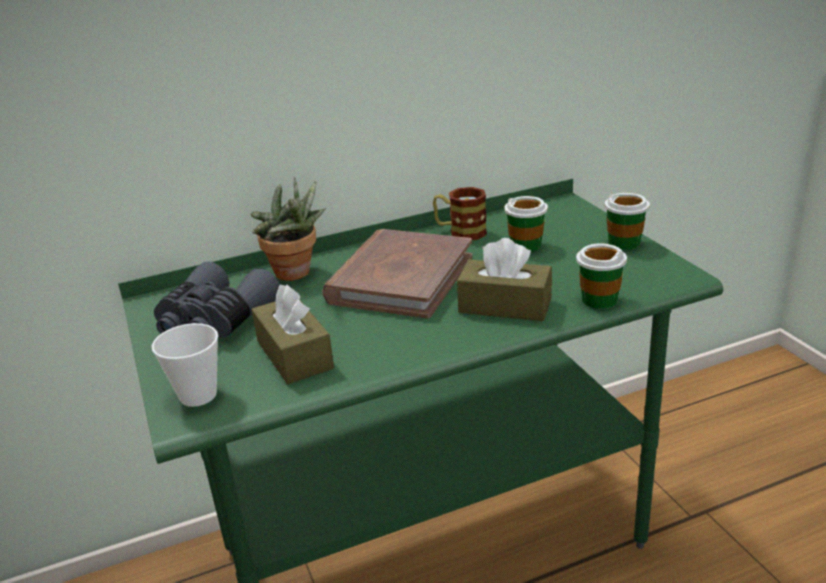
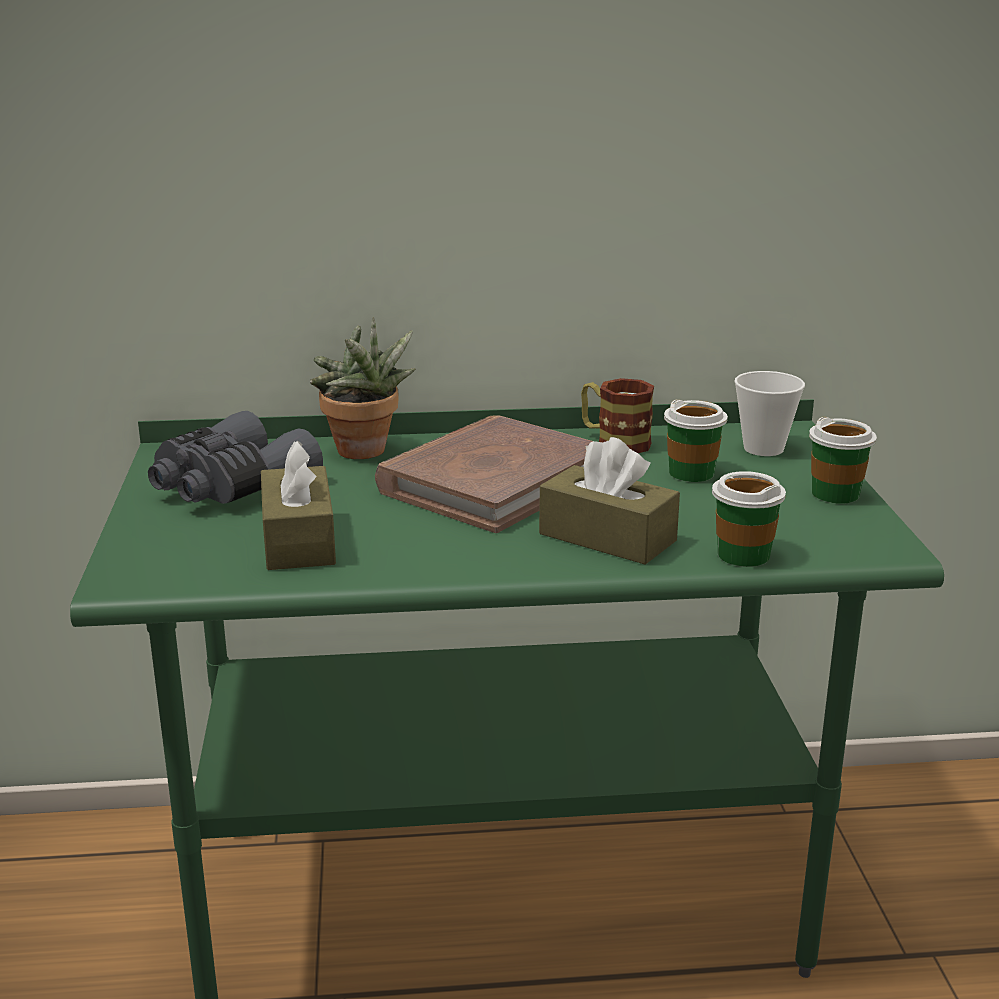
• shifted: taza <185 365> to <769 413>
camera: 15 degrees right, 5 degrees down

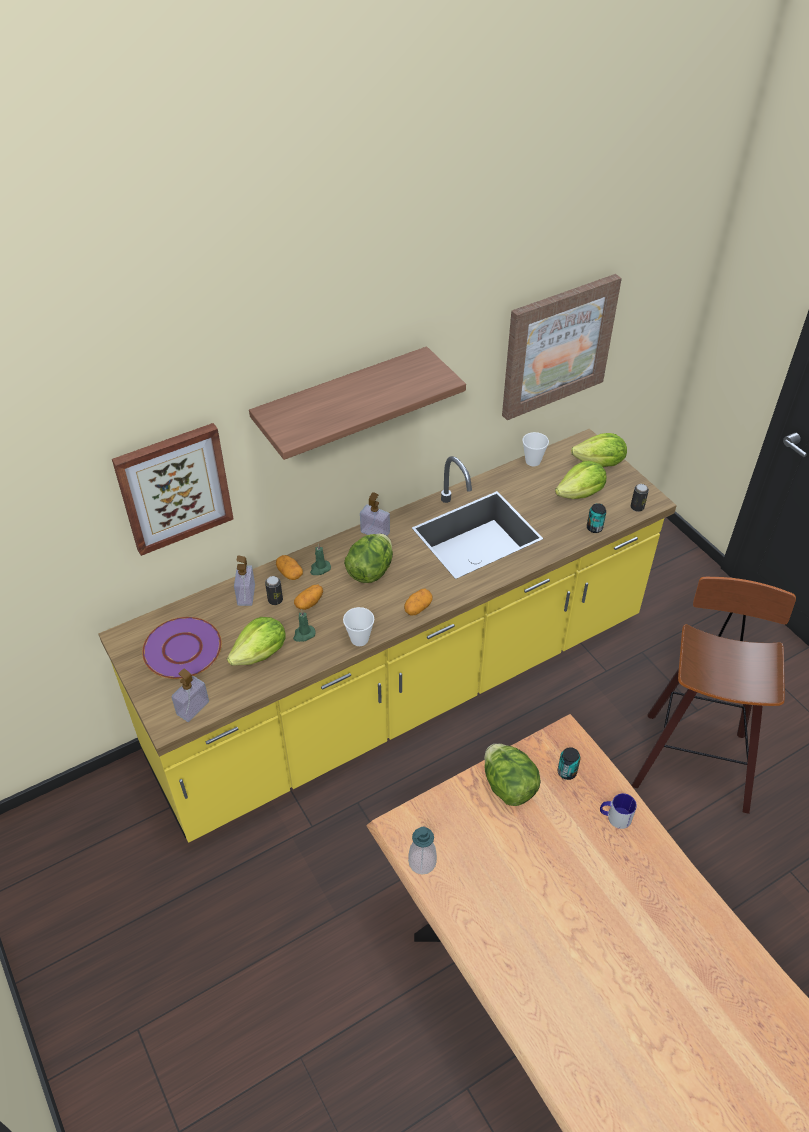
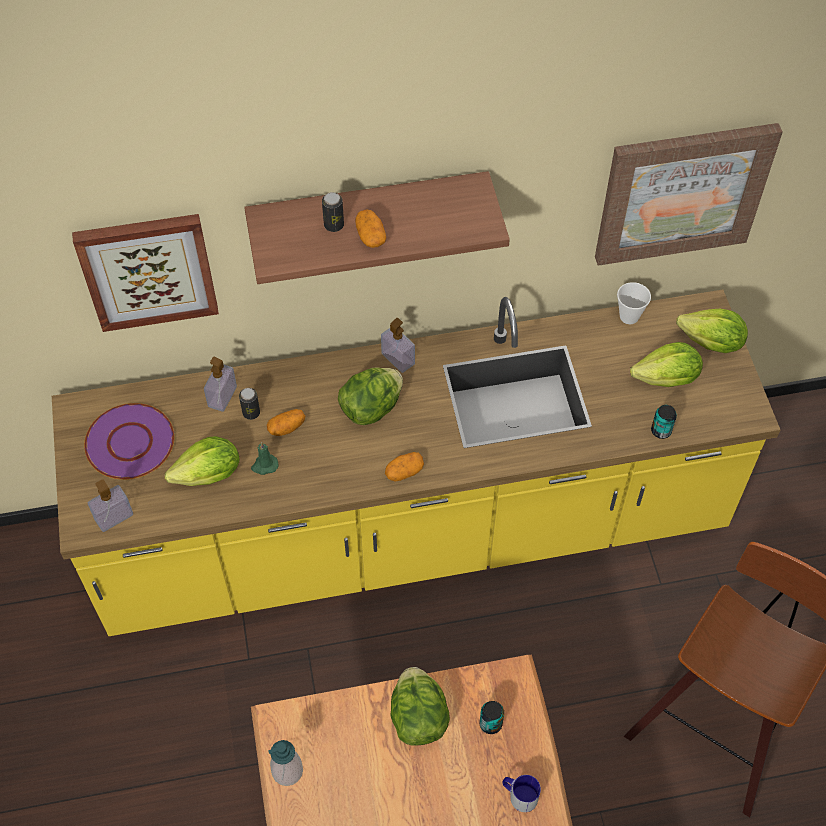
• gone: vela [verde] <320 559>
• gone: taza <358 626>
• shifted: patata <289 567> to <370 229>
• shifted: lata <640 498> to <333 212>
camera: 20 degrees right, 10 degrees up

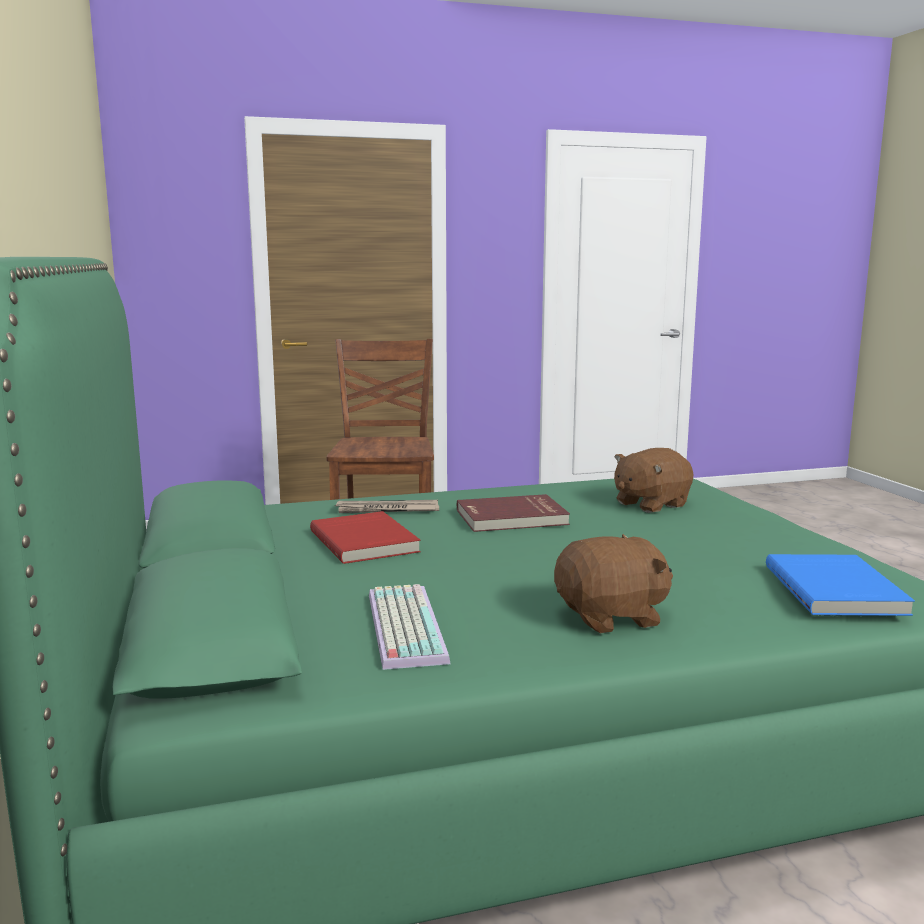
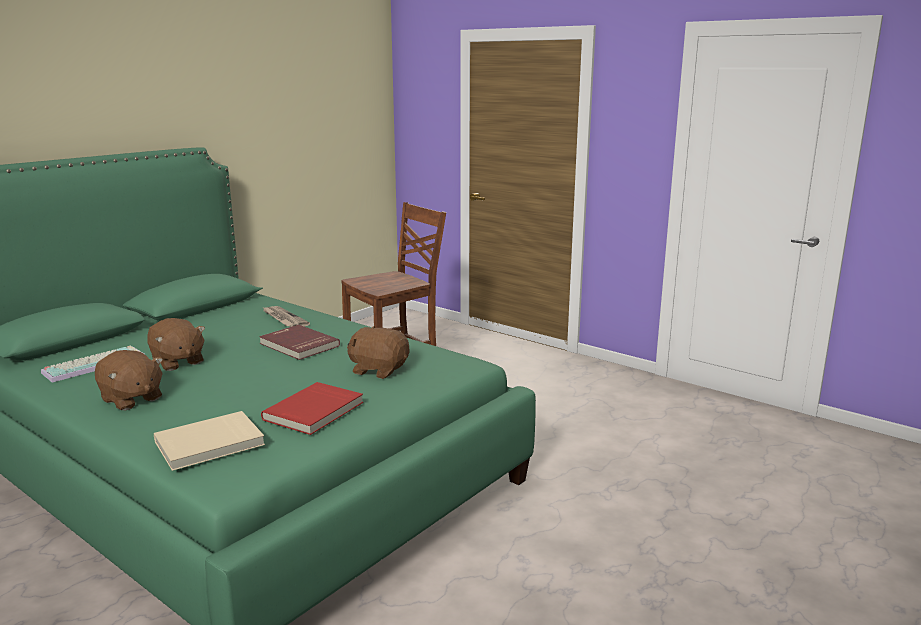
• new: peluche [marrón] <176 344>
• shifted: libro [rojo] <365 537> to <312 408>
• repainted: libro [azul] <840 585> to libro [beis] <209 441>
camera: 55 degrees right, 5 degrees up

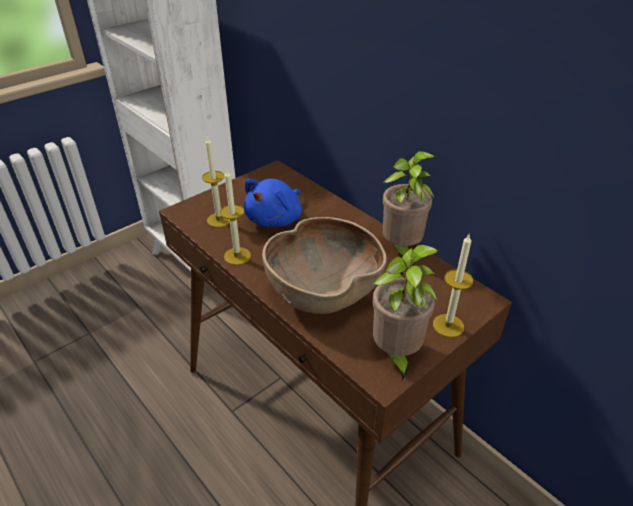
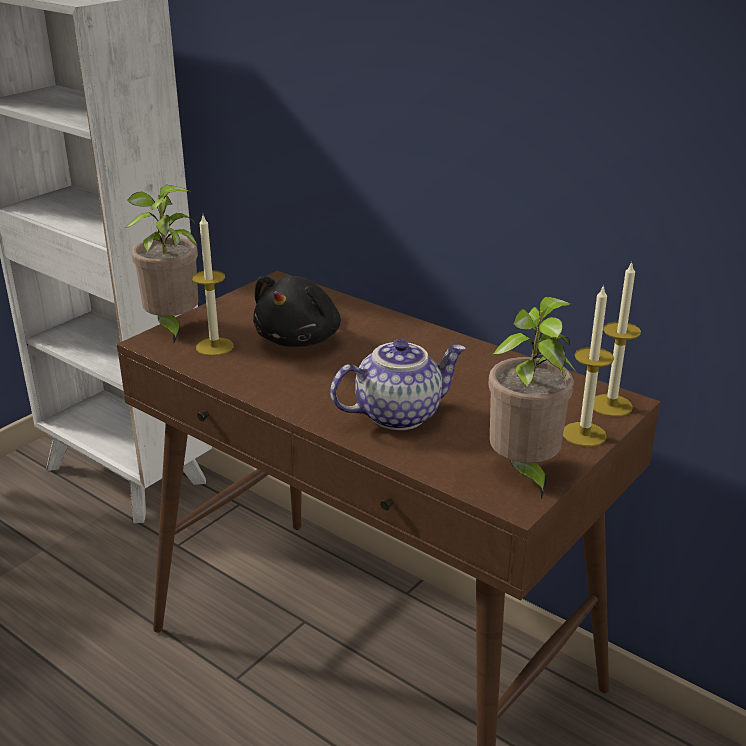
• shifted: vela <235 217> to <617 339>
• shifted: planta en maceta <409 203> to <161 264>
• swapped: cuenco [marrón] <324 265> to tetera <398 384>
• repainted: peluche [azul] <273 203> to peluche [negro] <297 311>
camera: 10 degrees left, 10 degrees down

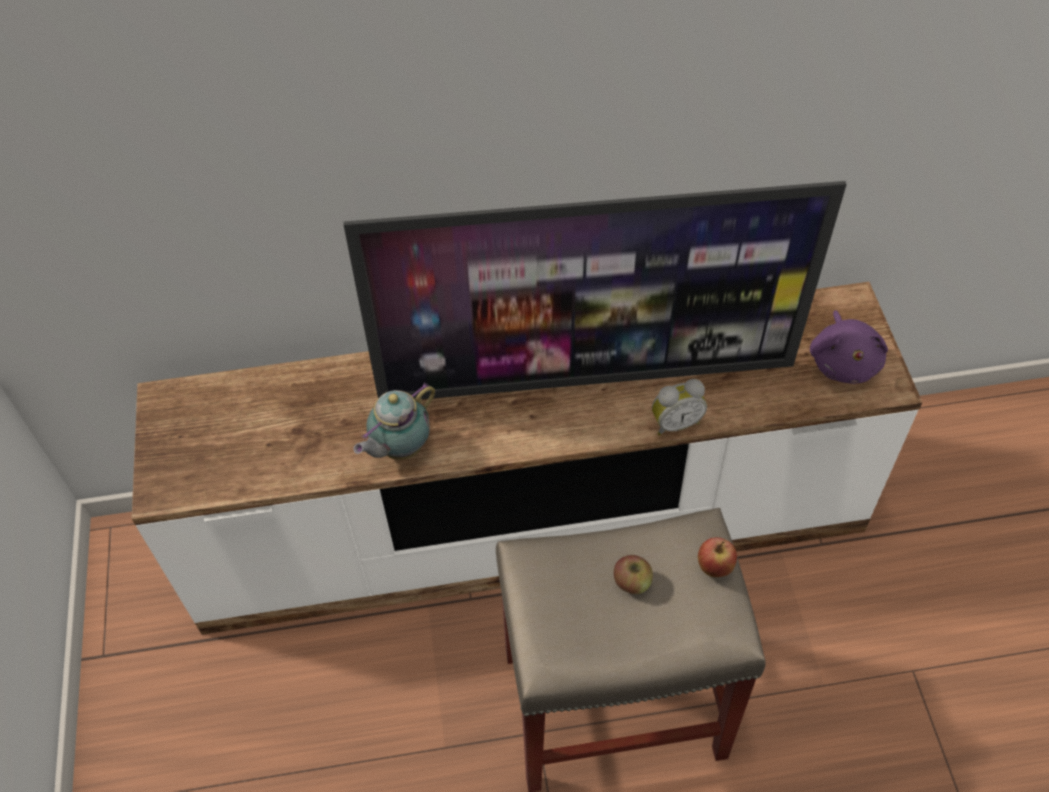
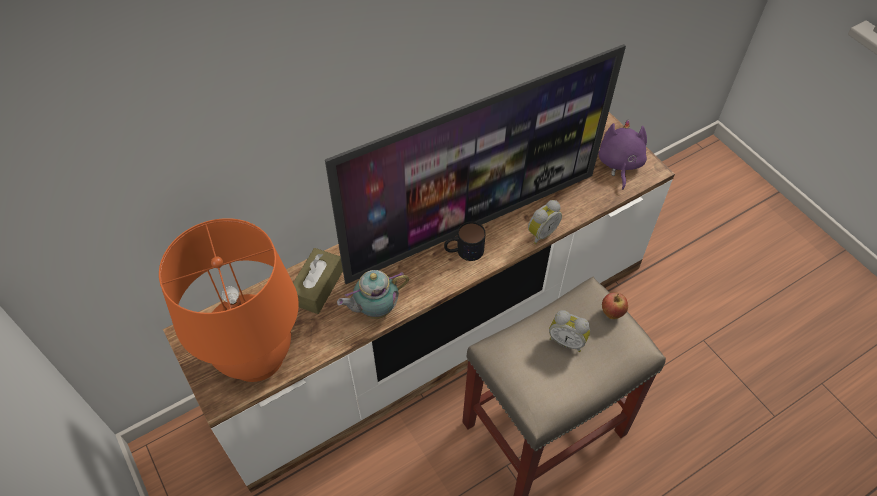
• new: lámpara de mesa [naranja] <229 300>
• new: caja de pañuelos [marrón] <318 281>
• new: taza grande <465 241>
• swapped: manzana <633 574> to despertador <569 331>
• rotated: tetera <394 421> = <373 294> 45 degrees clockwise
• rotated: peluche [morado] <849 347> = <622 155> 150 degrees counterclockwise
camera: 25 degrees left, 0 degrees up

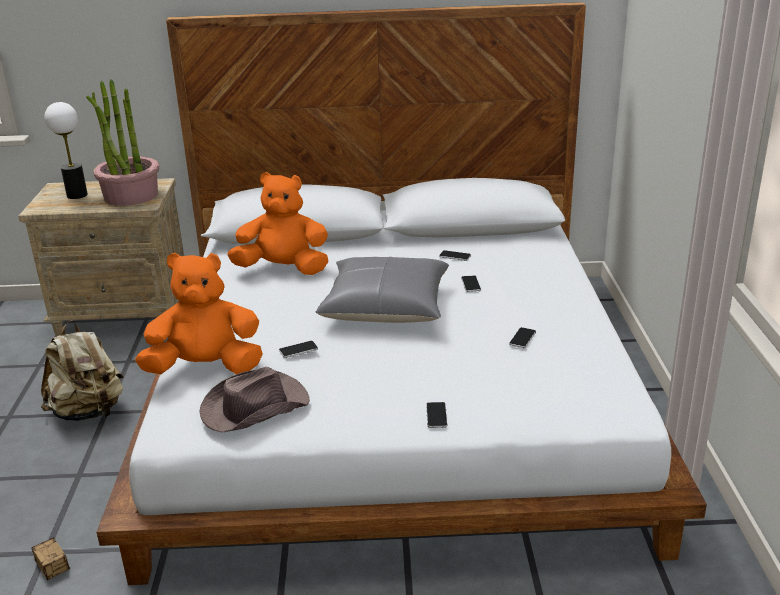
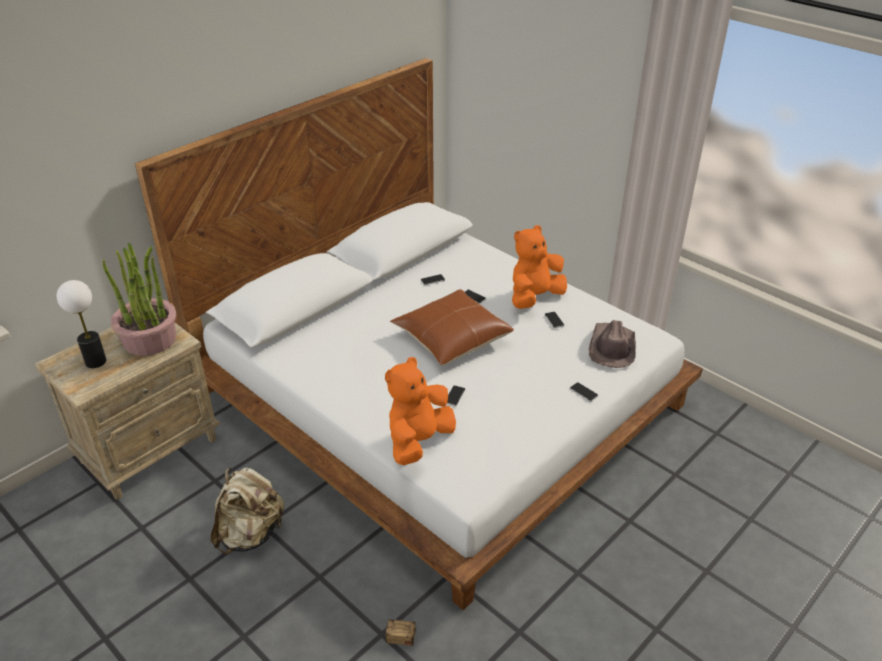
• shifted: sombrero [marrón] <254 400> to <612 344>
• shifted: peluche [naranja] <278 223> to <539 267>
• repainted: cojín [gris] <382 290> to cojín [marrón] <452 327>
camera: 45 degrees left, 10 degrees up

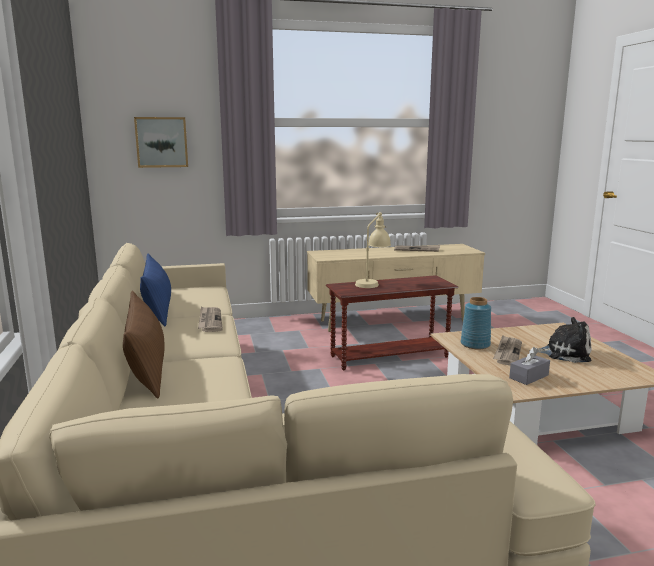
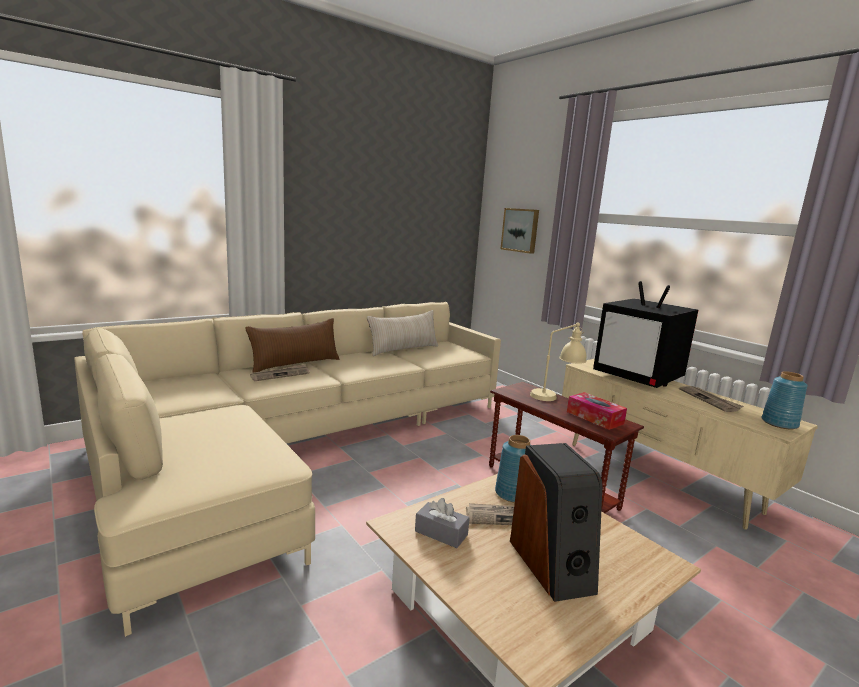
• new: caja de pañuelos <597 411>
• new: televisor <645 334>
• new: florero [azul] <784 400>
• shifted: periódico <210 319> to <280 372>
• swapped: peluche <560 340> to altavoz <556 522>
• repainted: cojín [azul] <155 290> to cojín [beis] <402 333>
camera: 65 degrees right, 0 degrees up

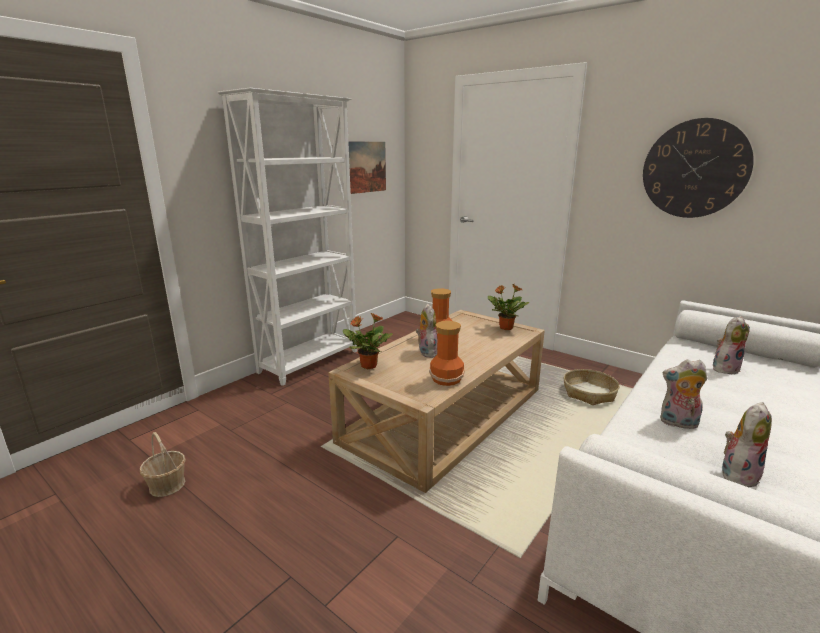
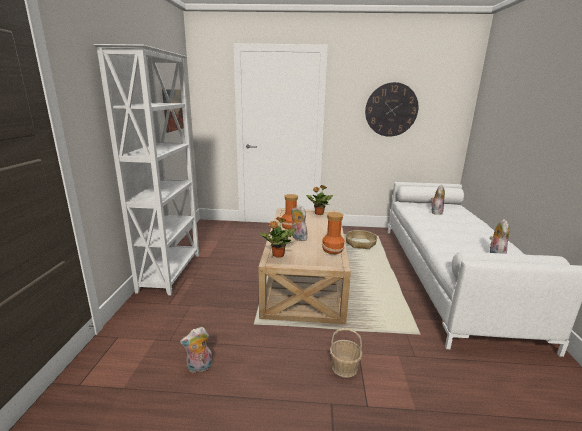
• shifted: cesta <163 464> to <346 353>
• shifted: peluche <684 394> to <196 350>
camera: 35 degrees left, 0 degrees up

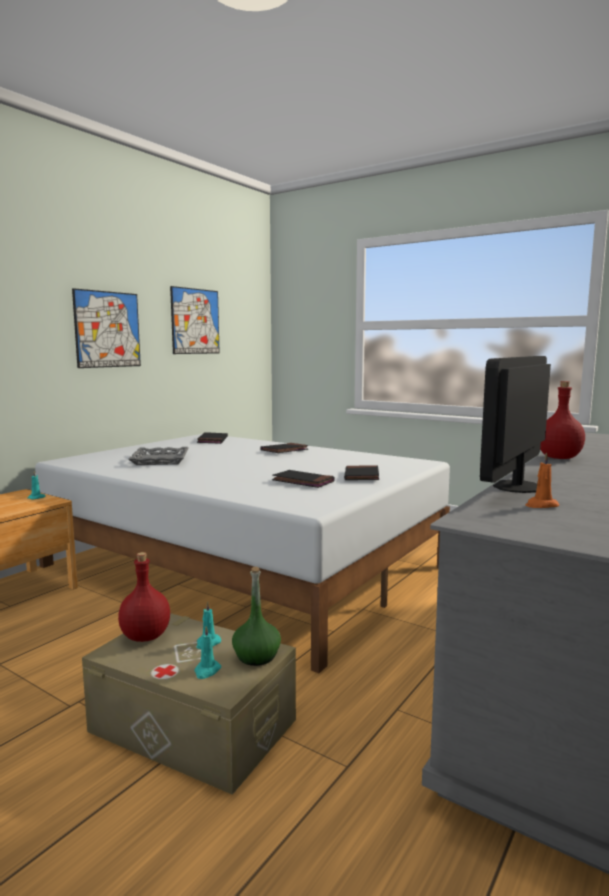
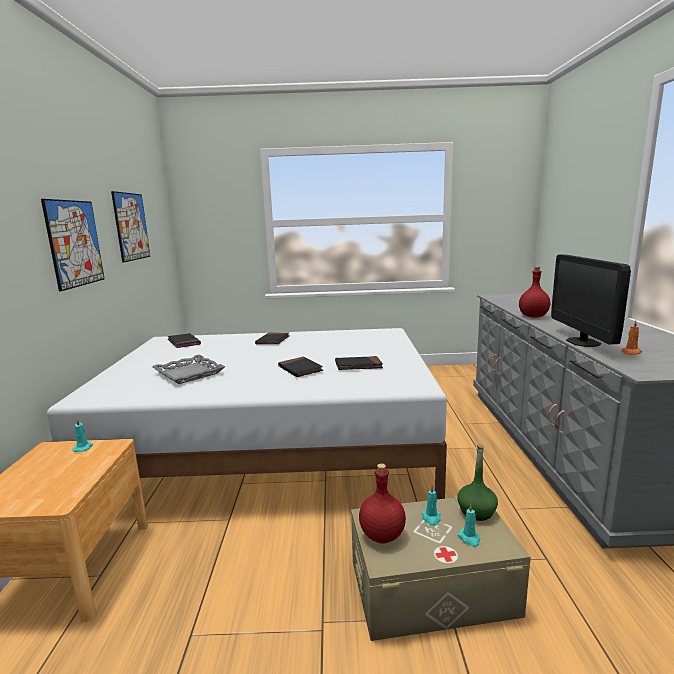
• shifted: libro [negro] <361 472> to <300 367>
camera: 35 degrees left, 5 degrees up

